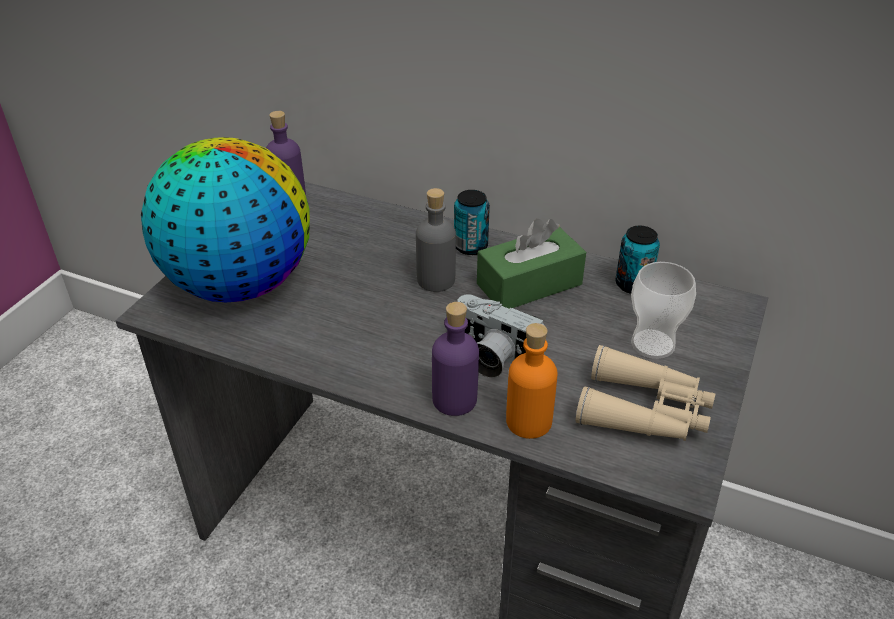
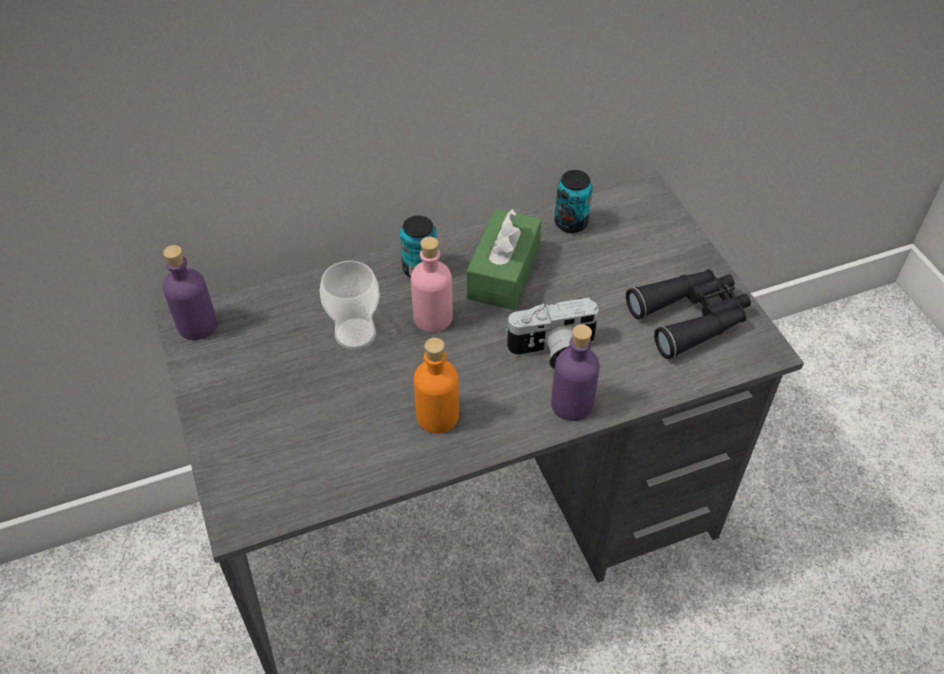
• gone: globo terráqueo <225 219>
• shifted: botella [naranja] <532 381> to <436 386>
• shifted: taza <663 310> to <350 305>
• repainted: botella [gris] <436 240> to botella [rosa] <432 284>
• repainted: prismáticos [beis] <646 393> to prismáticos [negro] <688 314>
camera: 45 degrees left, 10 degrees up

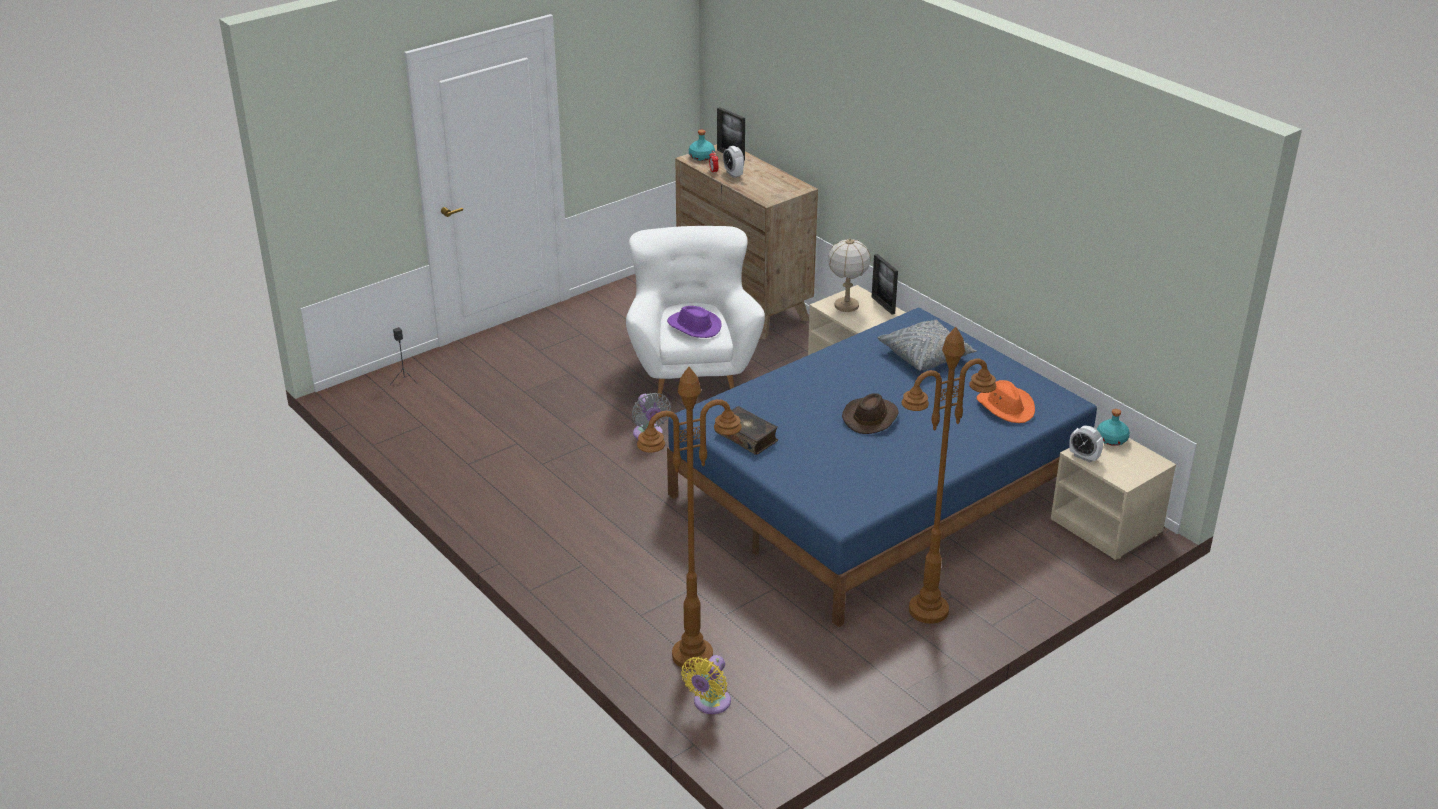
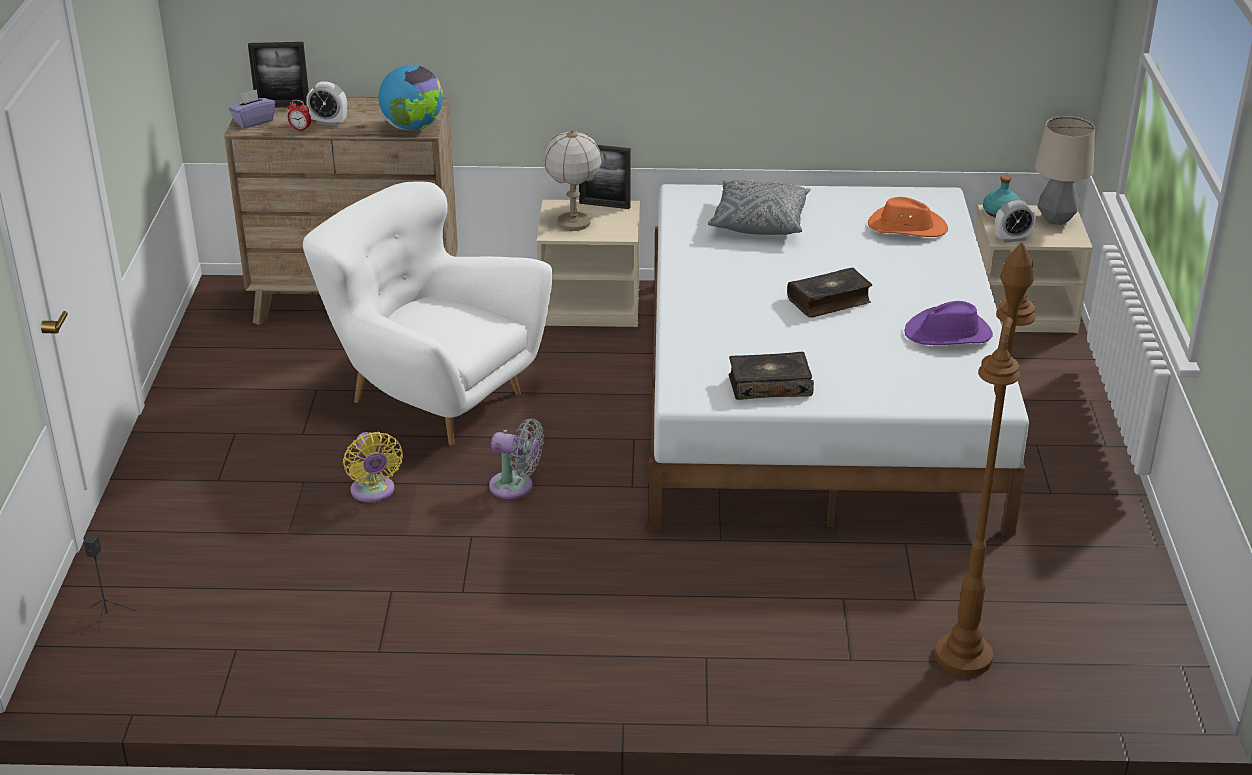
• gone: lámpara de pie [marrón] <949 475>
• new: globo terráqueo <411 97>
• new: lámpara de mesa <1065 170>
• shifted: sombrero [morado] <694 322> to <949 323>
• shifted: ventilador [amarillo] <706 684> to <373 467>
• swapped: botella [turquesa] <702 145> to caja de pañuelos [morado] <252 109>
• swapped: sombrero [marrón] <870 413> to libro <829 292>
• repainted: cama [azul] <882 467> to cama [blanco] <839 360>
camera: 50 degrees left, 0 degrees up

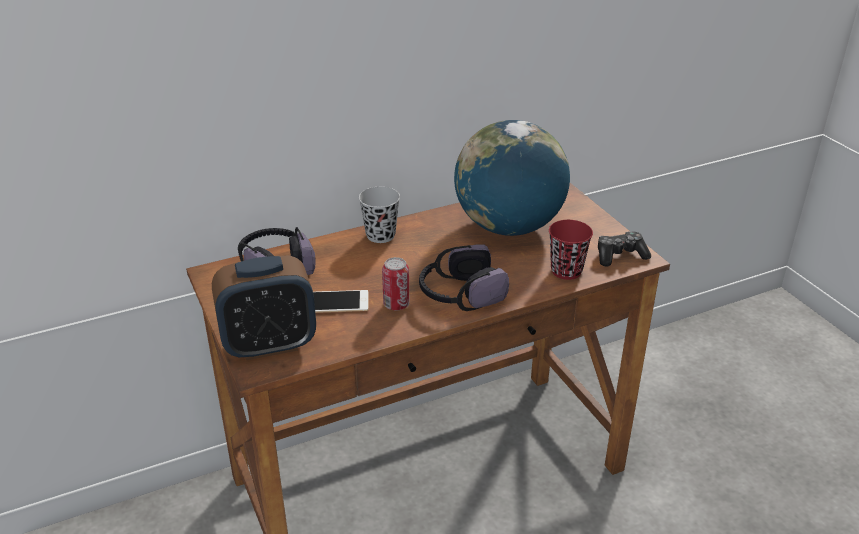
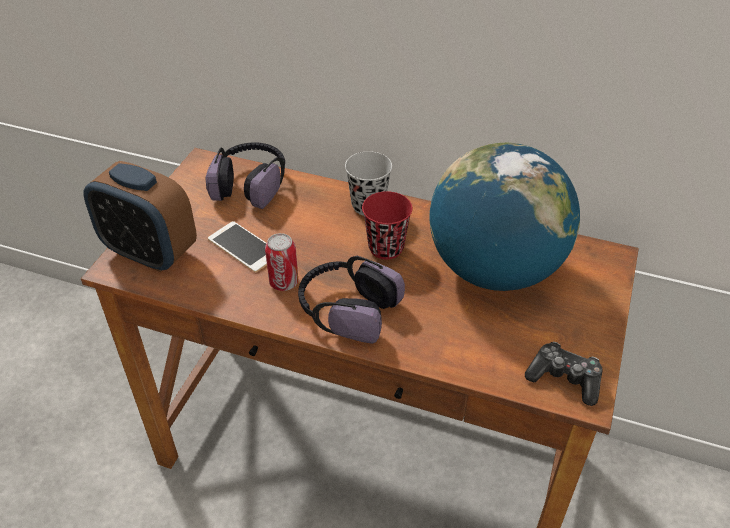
• shifted: taza [rojo] <571 250> to <387 225>
camera: 45 degrees right, 10 degrees up

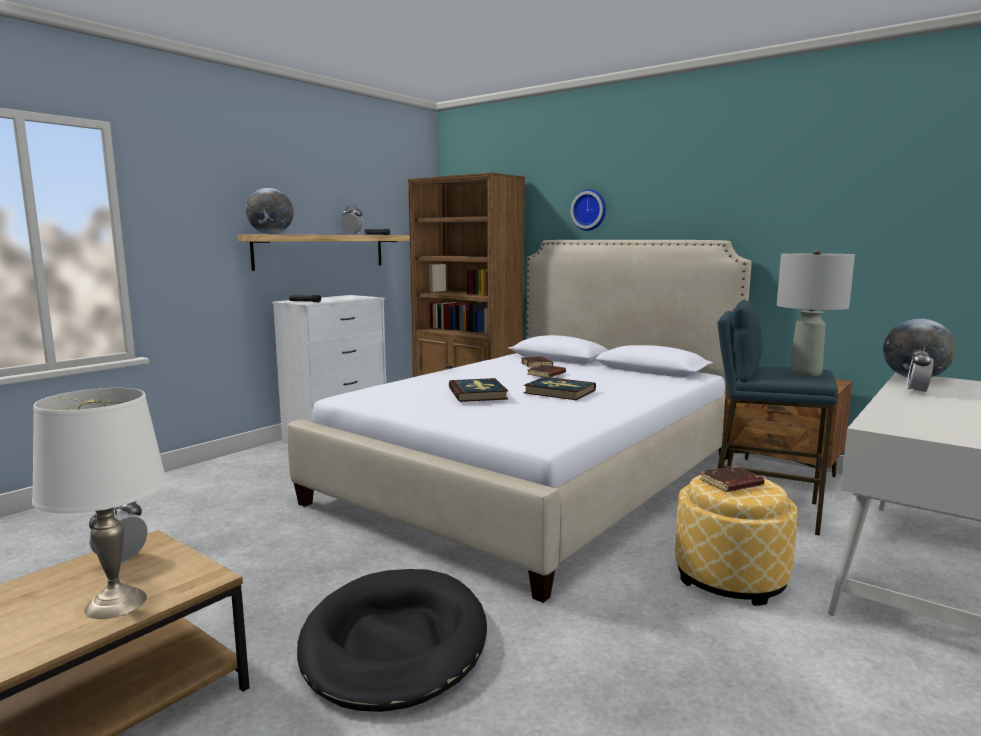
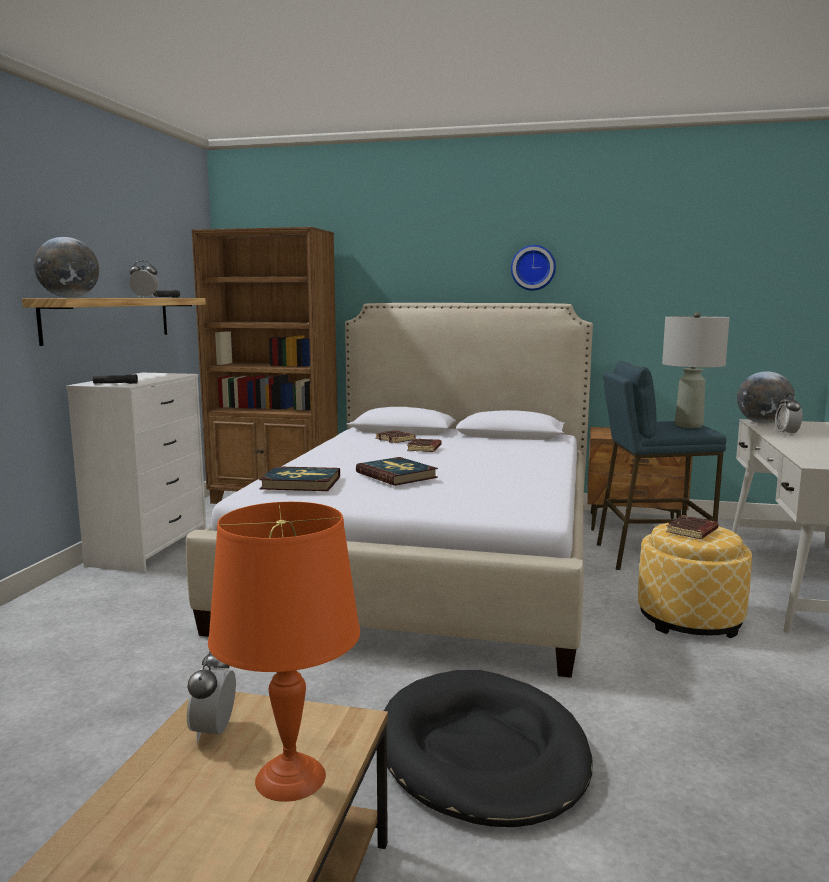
• shifted: libro <560 388> to <299 478>
• shifted: reloj de pared <588 210> to <533 268>
• repainted: lámpara de mesa [blanco] <99 503> to lámpara de mesa [naranja] <284 652>
camera: 25 degrees left, 0 degrees up

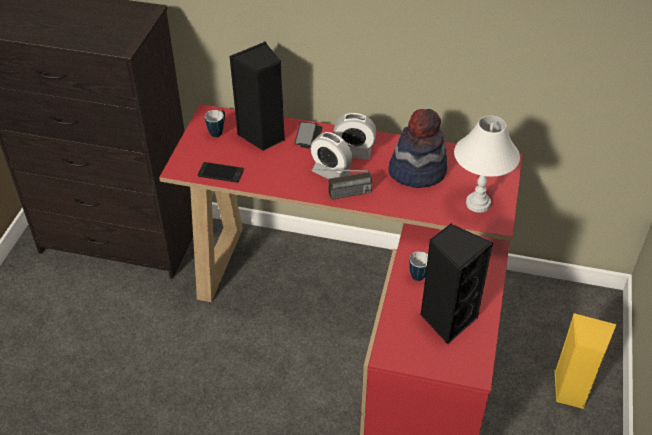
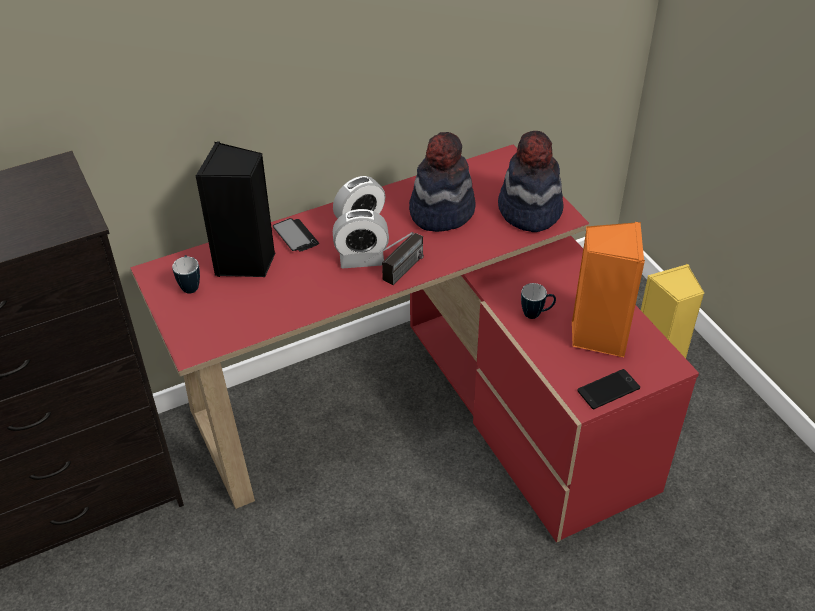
• shifted: móvil <221 172> to <609 389>
• swapped: lámpara de mesa [blanco] <487 164> to sombrero <531 181>
• repainted: altavoz [negro] <456 283> to altavoz [naranja] <608 289>
camera: 40 degrees left, 0 degrees up

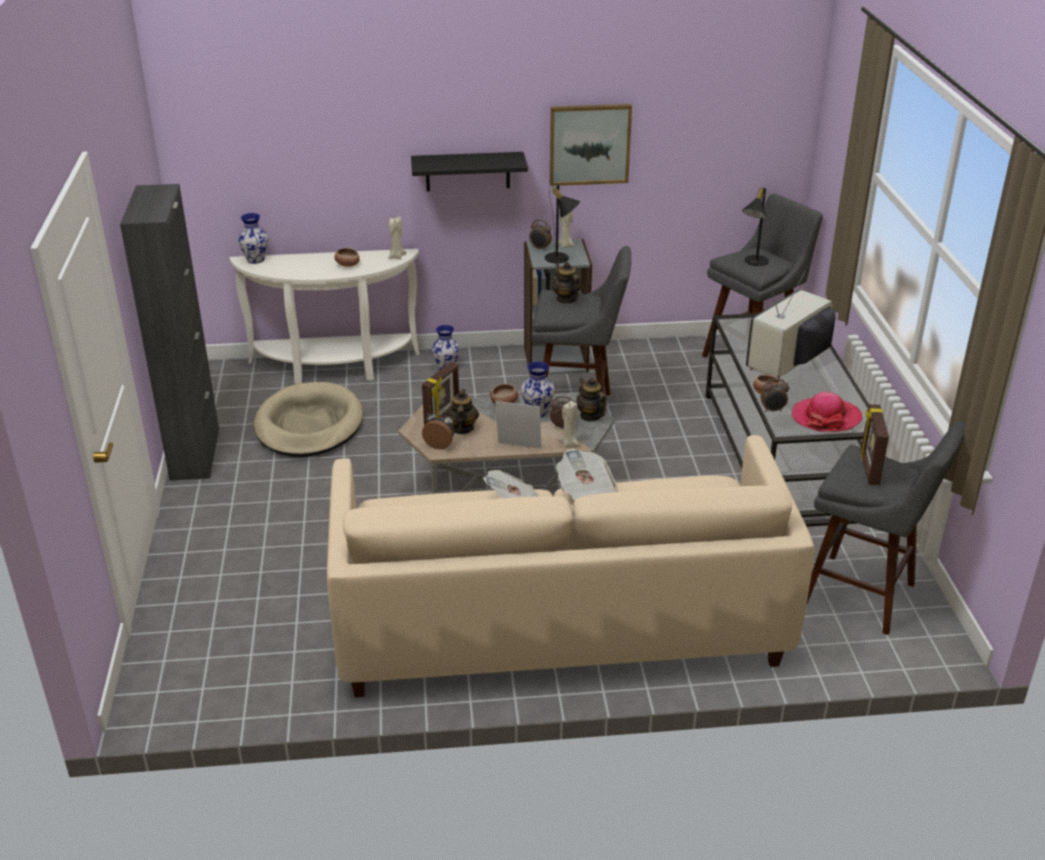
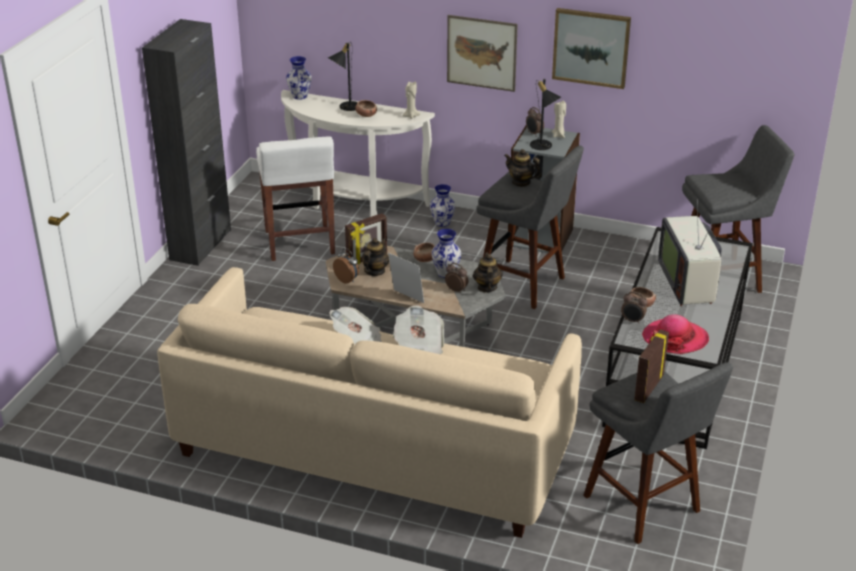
• gone: vela [beis] <569 424>
• shifted: lámpara de mesa [negro] <755 226> to <343 76>
• swapped: cama para perro [beis] <308 419> to taburete [blanco] <295 198>
• swapped: estante [negro] <469 171> to cuadro <482 53>
• rotated: tetera <567 283> = <522 168> 60 degrees counterclockwise
• rotated: televisor <791 325> = <690 252> 75 degrees counterclockwise
camera: 25 degrees right, 0 degrees up

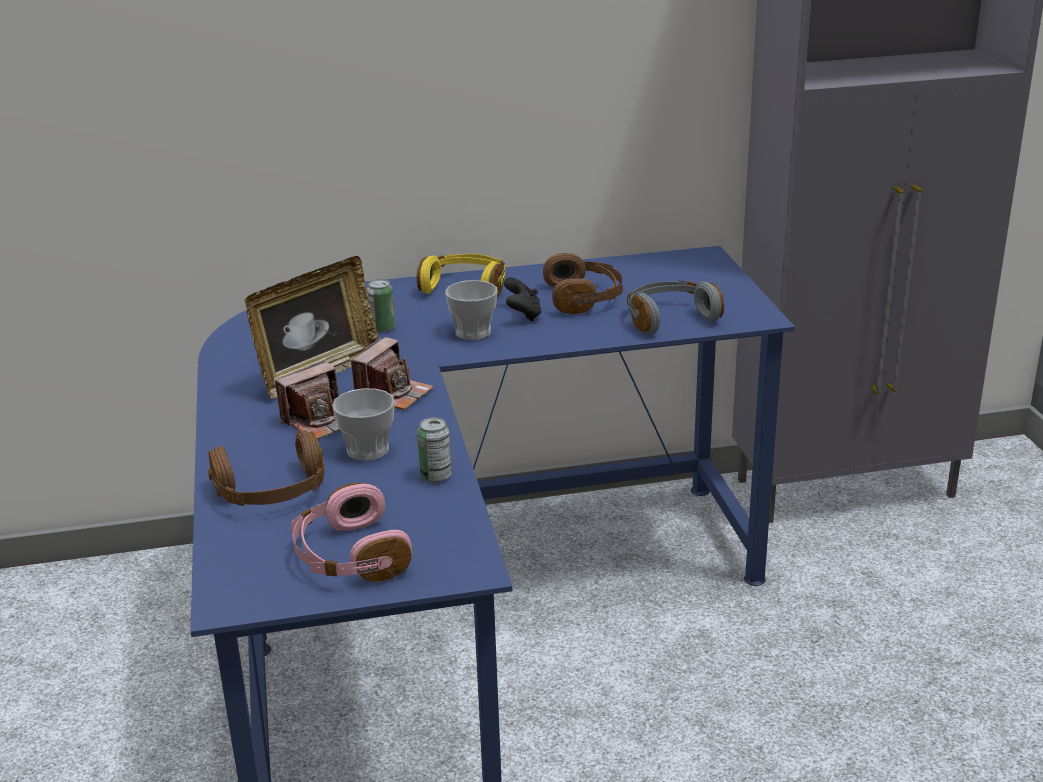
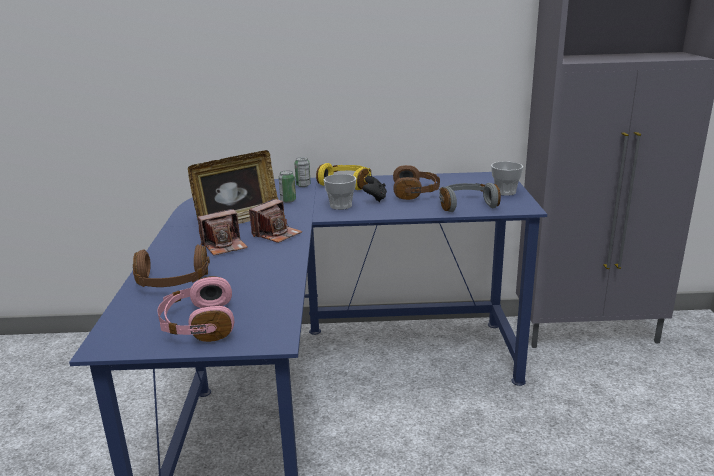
• shifted: taza <363 424> to <507 178>
• shifted: lata <434 450> to <303 172>
camera: 10 degrees right, 5 degrees down

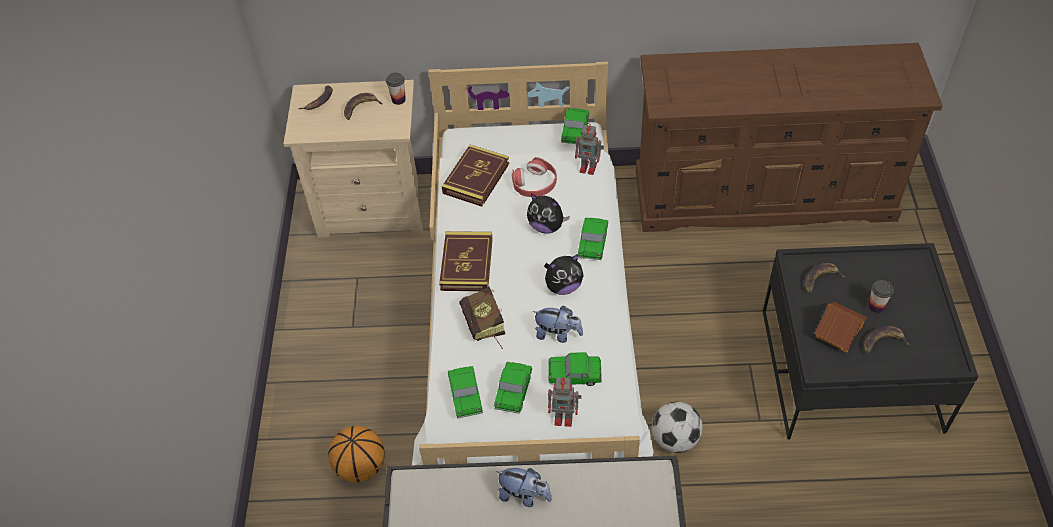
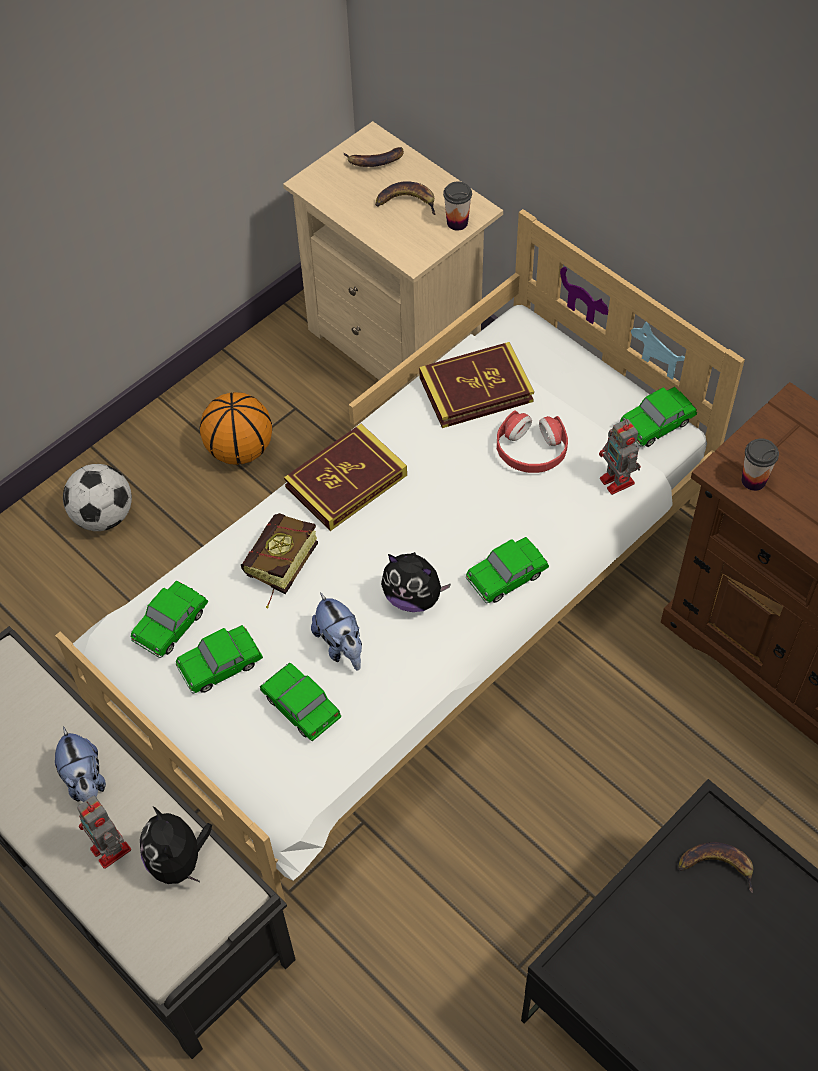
• gone: casita <840 327>
• gone: plátano <887 340>
• shifted: balón de baloncesto <356 454> to <236 428>
• shifted: peluche <548 214> to <176 845>
• shifted: robot de juguete <565 402> to <104 832>
• shifted: balón de fútbol <677 427> to <97 497>
• shifted: taza <881 296> to <760 465>
camera: 45 degrees right, 5 degrees up

